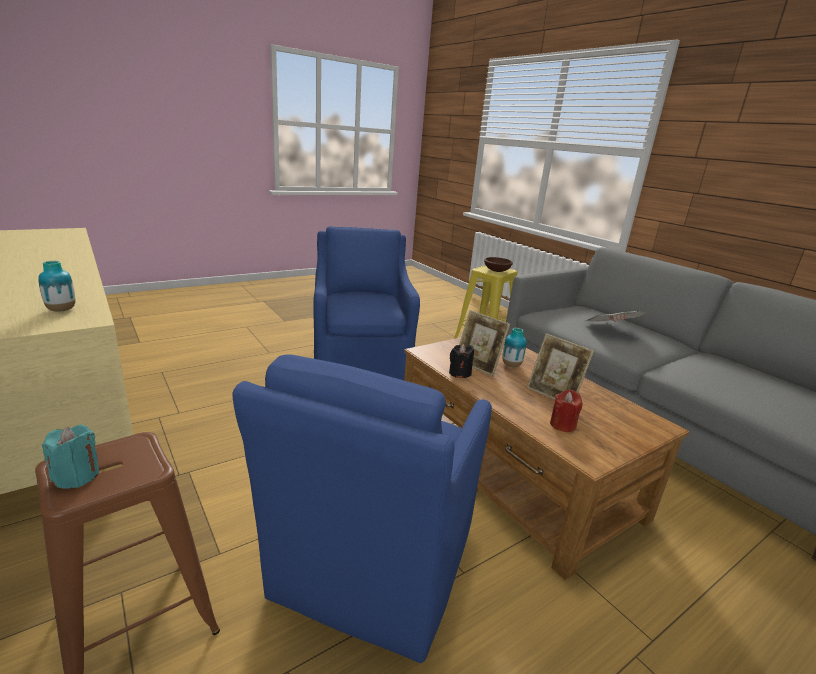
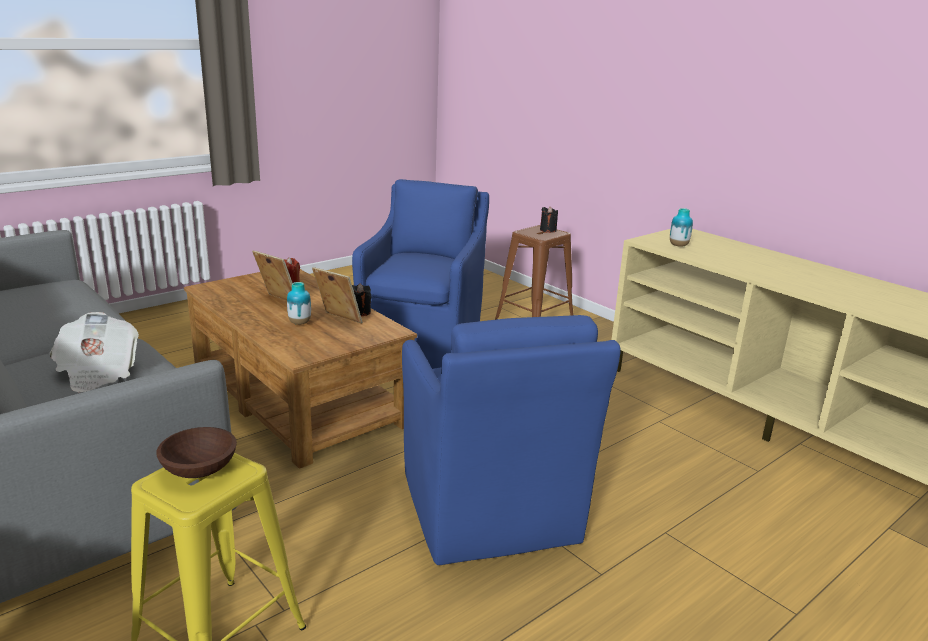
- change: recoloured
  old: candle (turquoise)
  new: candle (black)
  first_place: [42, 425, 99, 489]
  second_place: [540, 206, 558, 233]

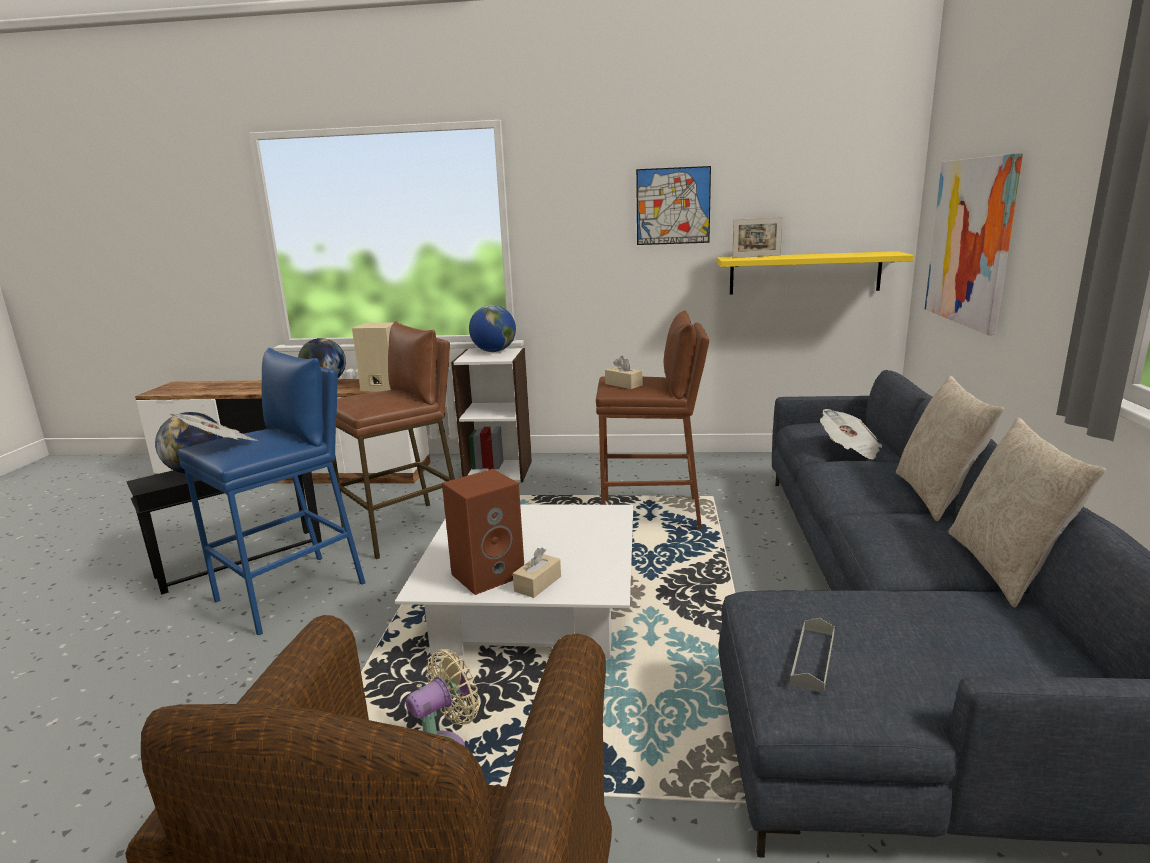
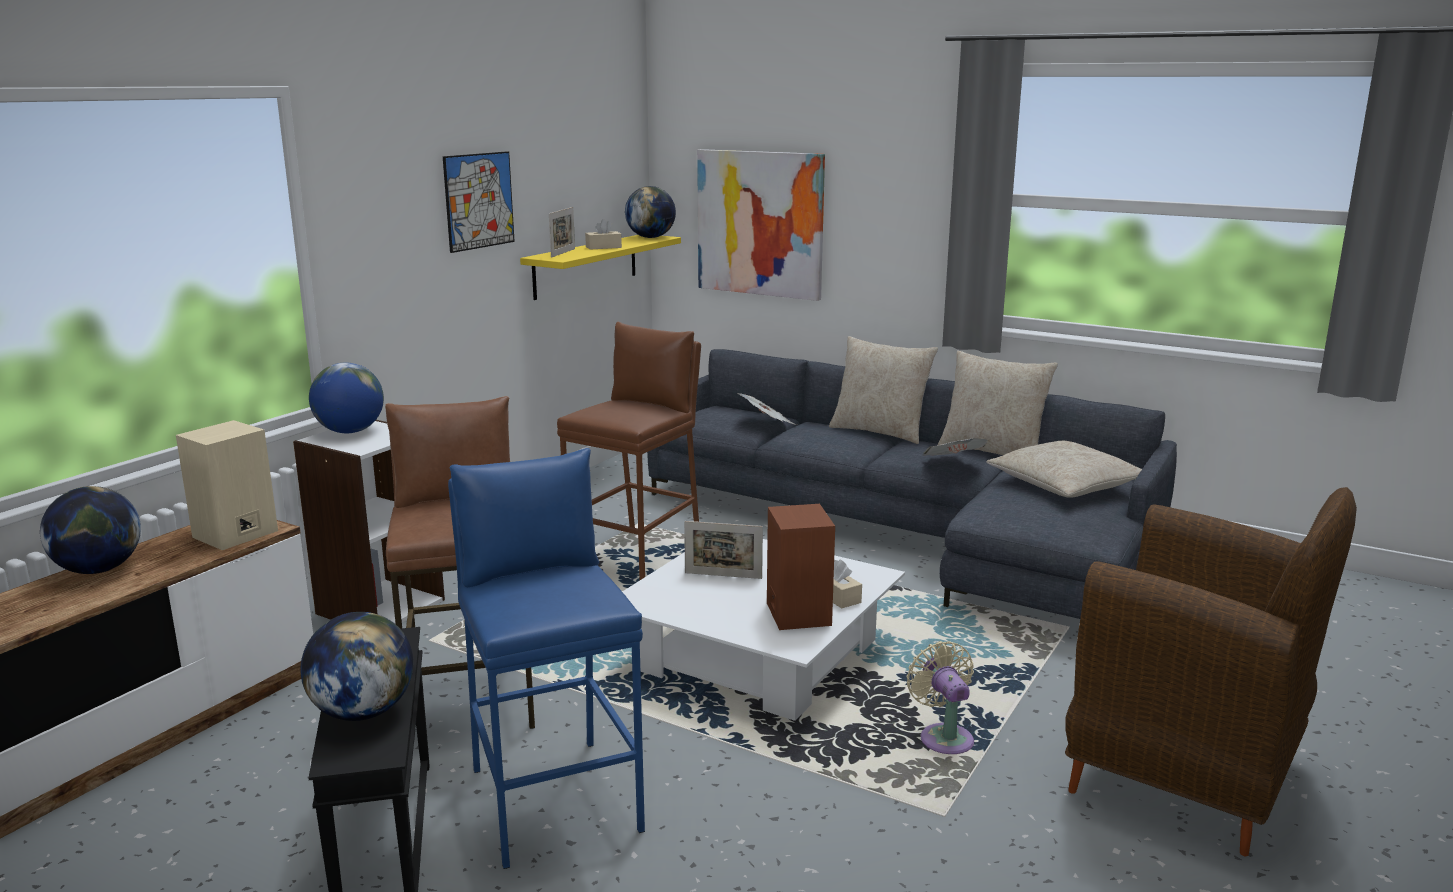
- change: moved
  old: newspaper
  first_place: [167, 413, 259, 441]
  second_place: [923, 438, 988, 456]
- change: moved
  old: tissue box (beige)
  first_place: [605, 356, 643, 389]
  second_place: [585, 219, 622, 249]
- change: removed
  old: tray (grey)
  first_place: [790, 618, 835, 693]
- change: added
  new: globe
  second_place: [625, 186, 676, 238]
- change: added
  new: picture frame
  second_place: [684, 521, 763, 579]
- change: added
  new: pillow (beige)
  second_place: [986, 441, 1142, 498]

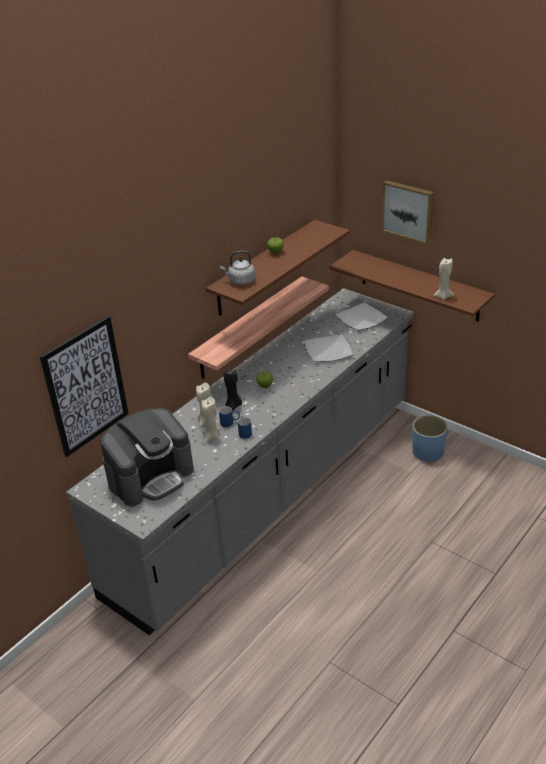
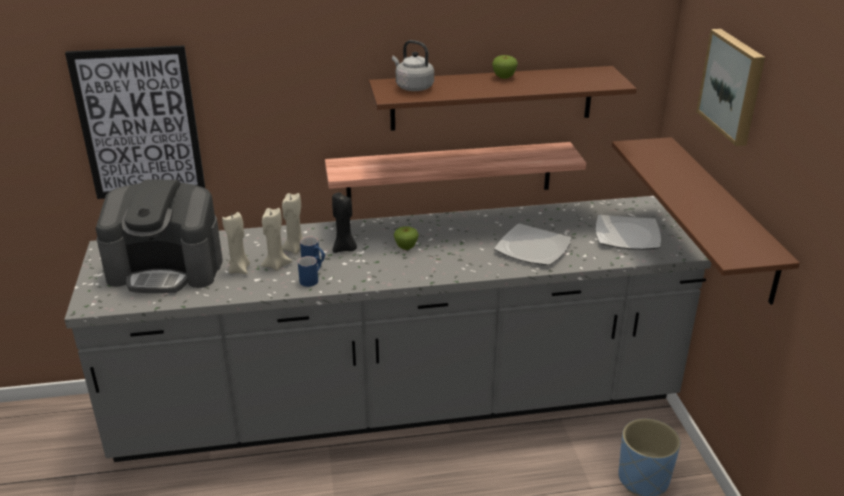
- change: moved
  old: candle (beige)
  first_place: [433, 258, 454, 300]
  second_place: [222, 212, 250, 274]

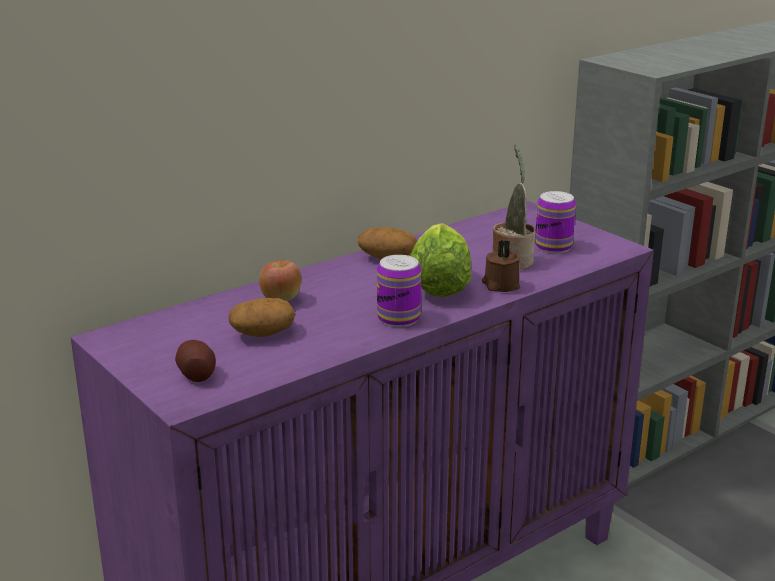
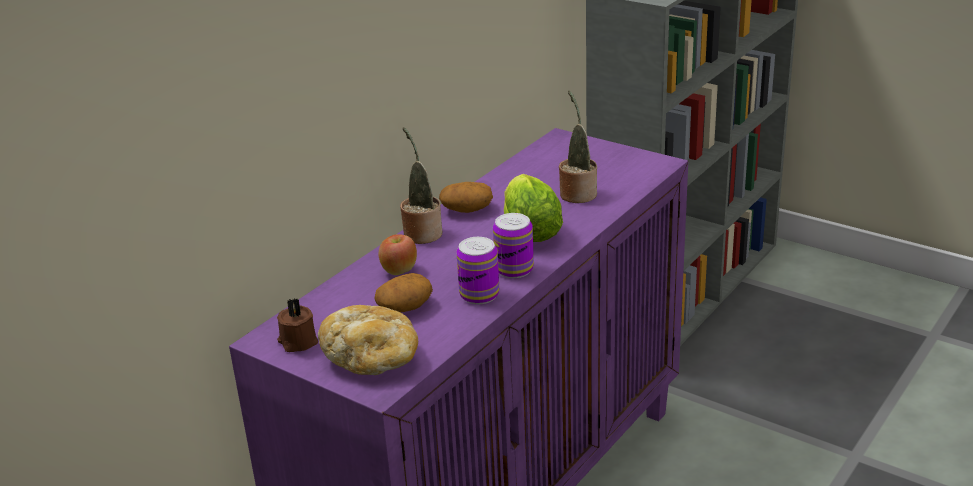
- change: replaced
  old: potato
  new: bread
  first_place: [175, 340, 216, 382]
  second_place: [318, 305, 418, 375]
- change: moved
  old: candle (brown)
  first_place: [482, 240, 520, 292]
  second_place: [277, 298, 318, 352]
- change: moved
  old: can
  first_place: [535, 191, 576, 253]
  second_place: [456, 237, 499, 304]
- change: added
  new: potted plant
  second_place: [400, 127, 443, 244]

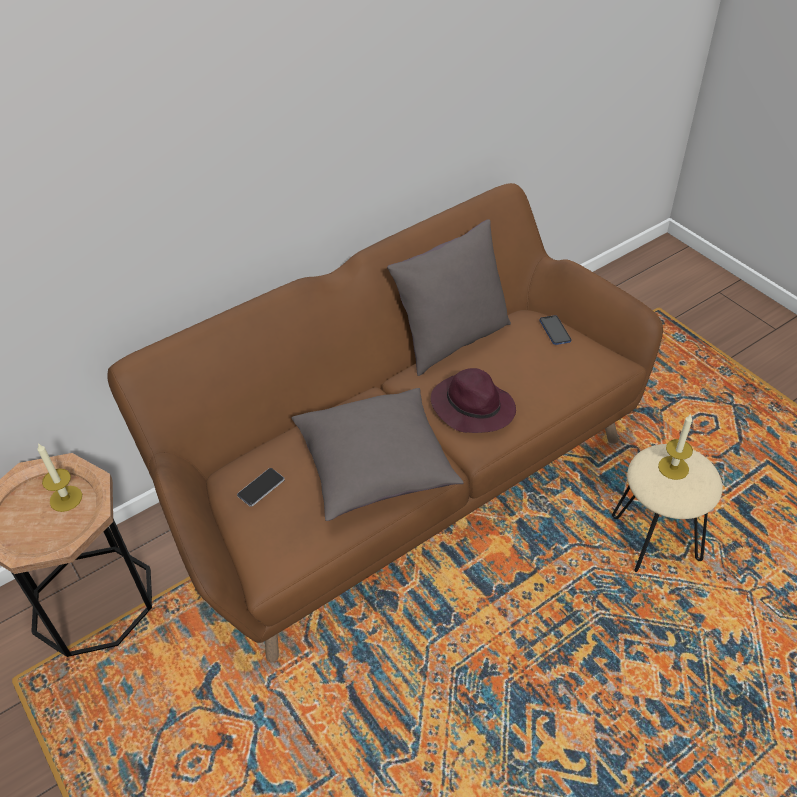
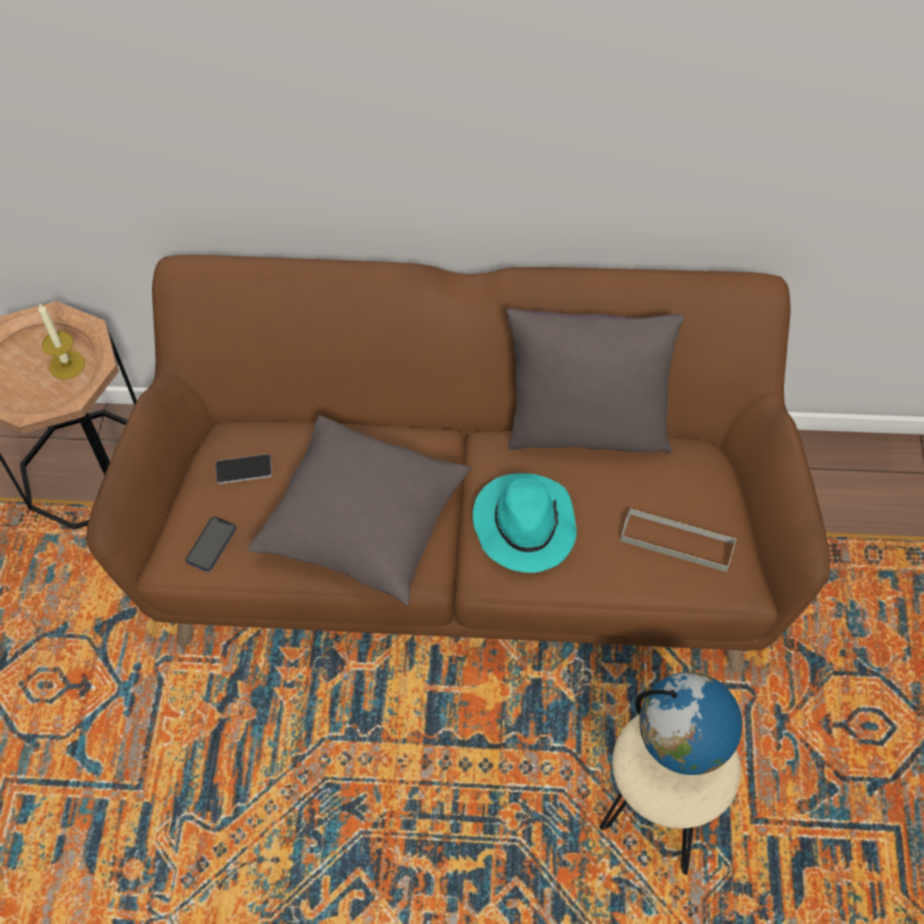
- change: recoloured
  old: hat (purple)
  new: hat (turquoise)
  first_place: [431, 368, 516, 433]
  second_place: [473, 473, 577, 573]
- change: moved
  old: phone
  first_place: [539, 315, 571, 345]
  second_place: [186, 516, 236, 572]
- change: replaced
  old: candle
  new: globe
  first_place: [658, 414, 693, 480]
  second_place: [635, 672, 742, 775]
- change: added
  new: tray (grey)
  second_place: [621, 508, 737, 572]

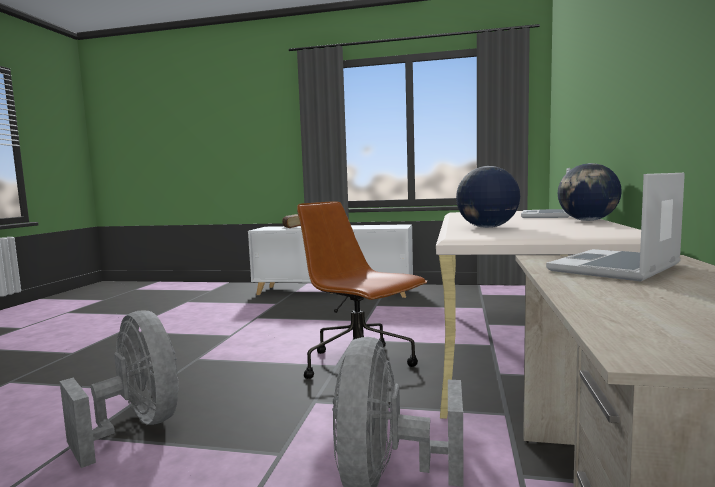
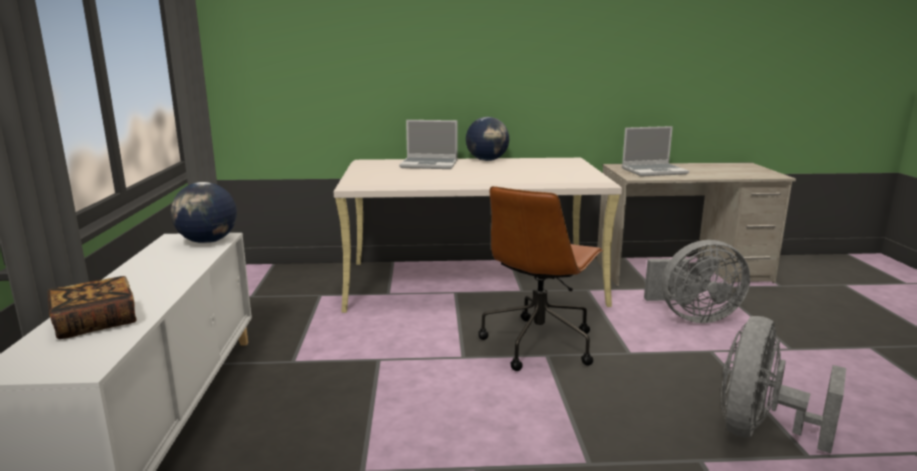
- change: moved
  old: globe
  first_place: [456, 166, 520, 228]
  second_place: [171, 182, 237, 243]
- change: turned
  old: laptop
  first_place: [546, 173, 685, 282]
  second_place: [622, 126, 689, 176]
  degrees: -45

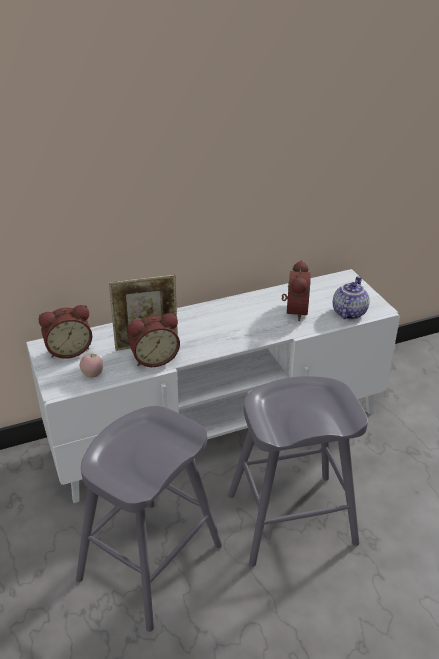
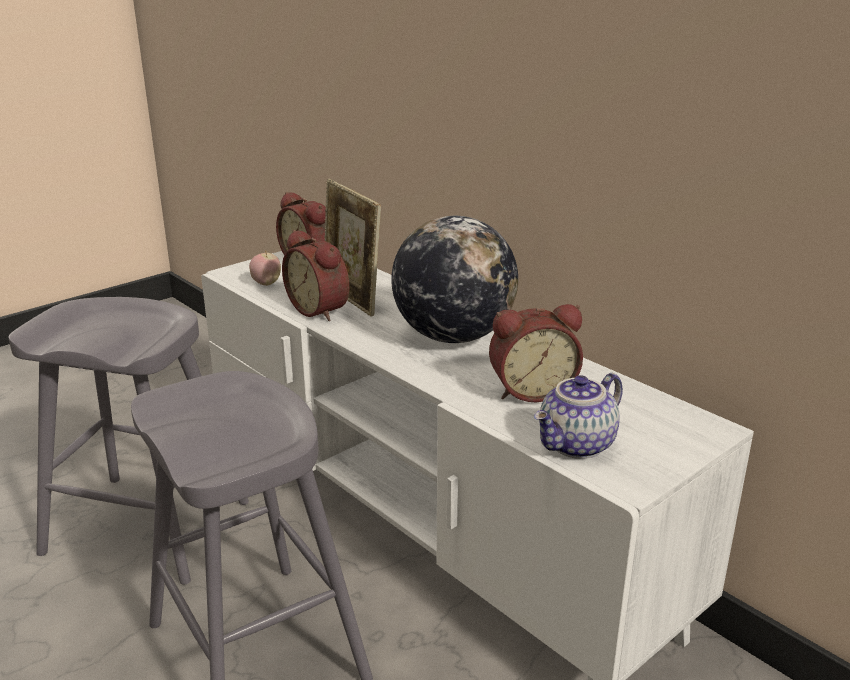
- change: turned
  old: teapot
  first_place: [333, 276, 370, 319]
  second_place: [534, 373, 623, 459]
  degrees: 135
- change: added
  new: globe
  second_place: [391, 216, 518, 343]

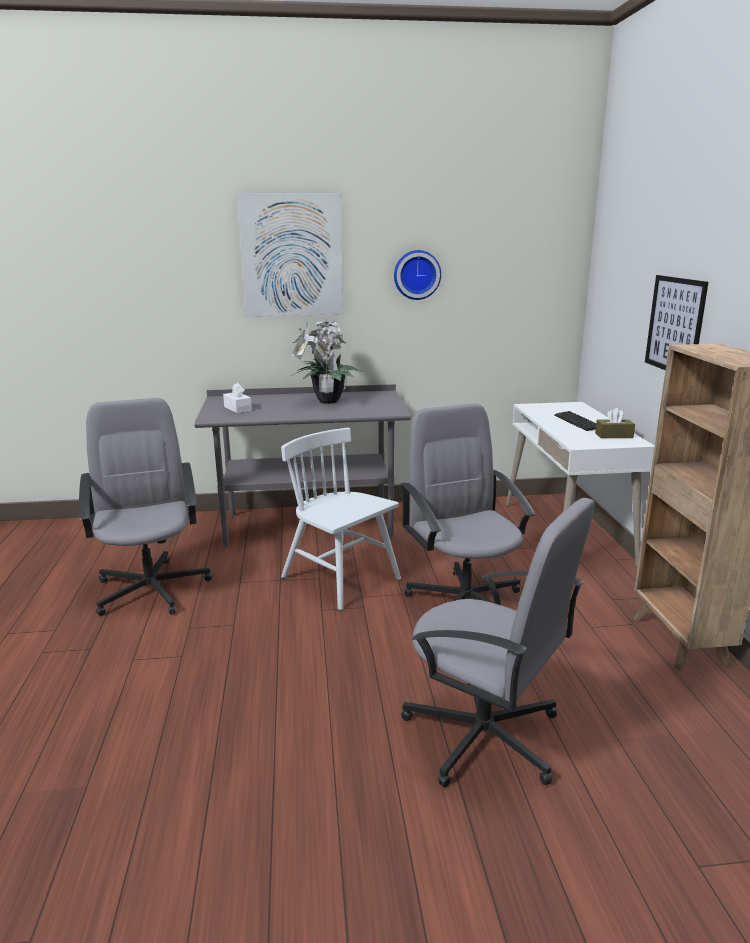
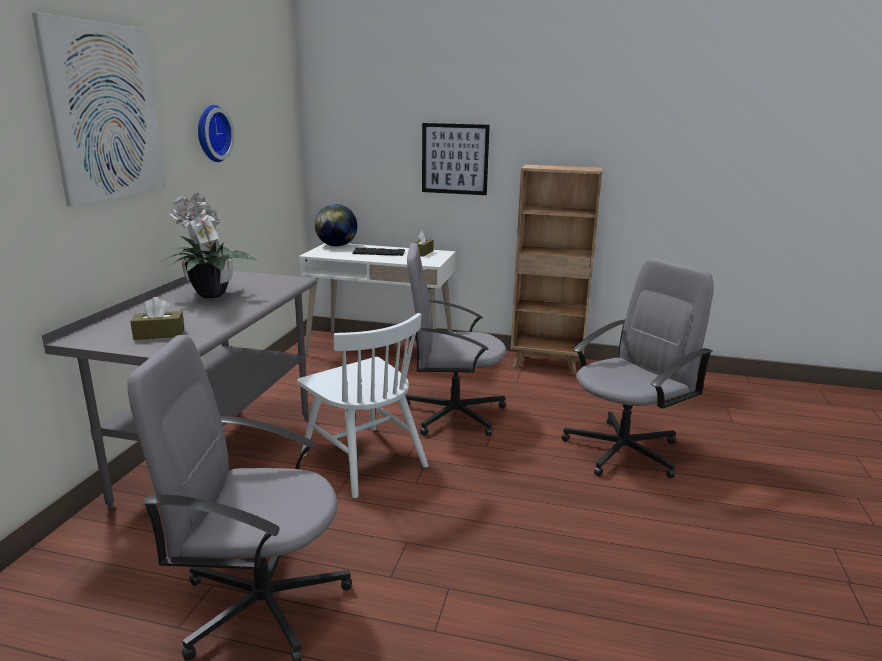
- change: recoloured
  old: tissue box (white)
  new: tissue box (brown)
  first_place: [223, 383, 252, 413]
  second_place: [130, 297, 185, 340]
- change: turned
  old: chair (white)
  first_place: [281, 428, 401, 610]
  second_place: [297, 313, 428, 498]
  degrees: -105
- change: added
  new: globe
  second_place: [315, 204, 357, 247]

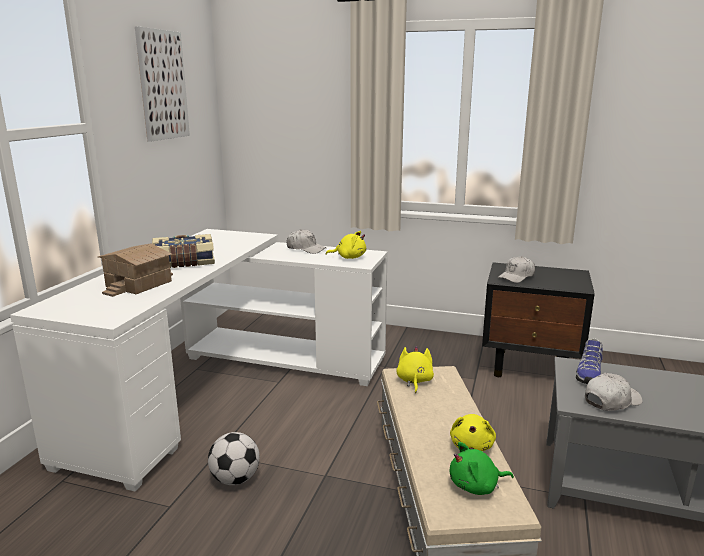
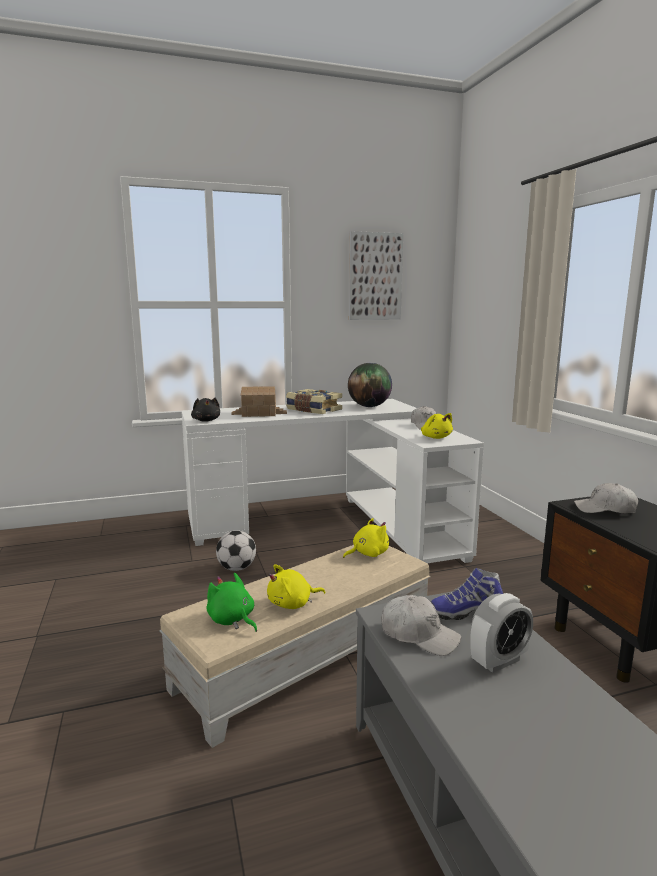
- change: added
  new: plush toy (black)
  second_place: [191, 398, 220, 422]
- change: added
  new: globe
  second_place: [348, 363, 392, 407]
- change: added
  new: alarm clock
  second_place: [470, 593, 533, 673]

